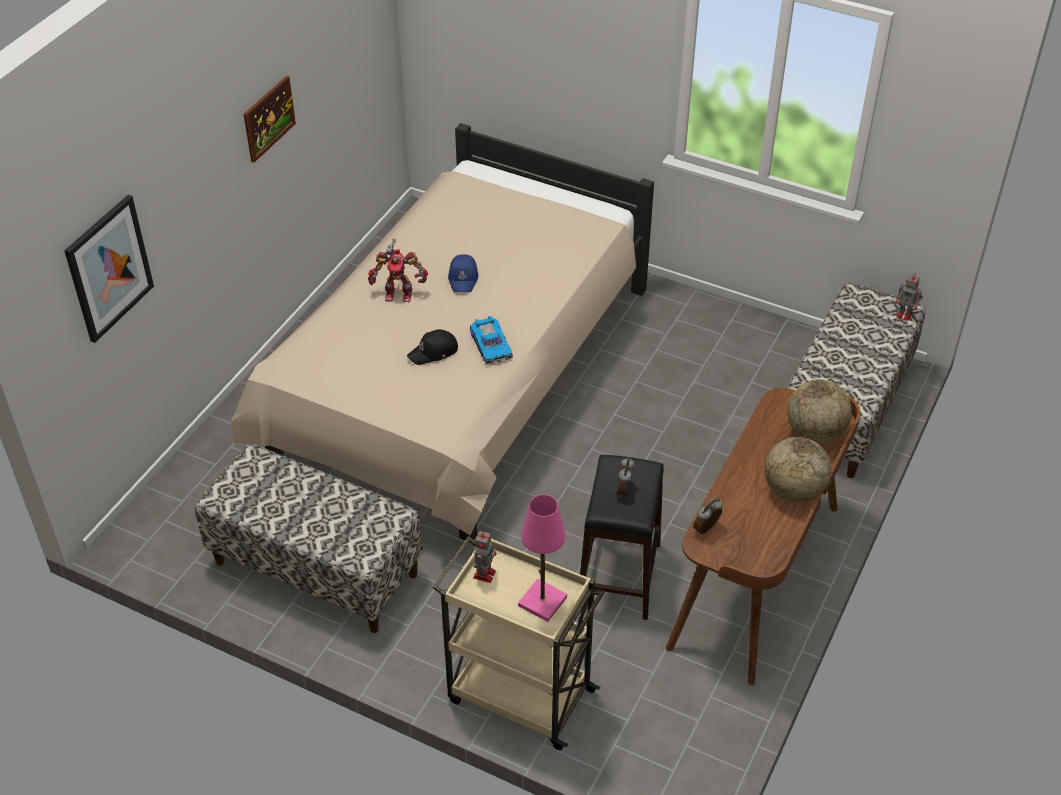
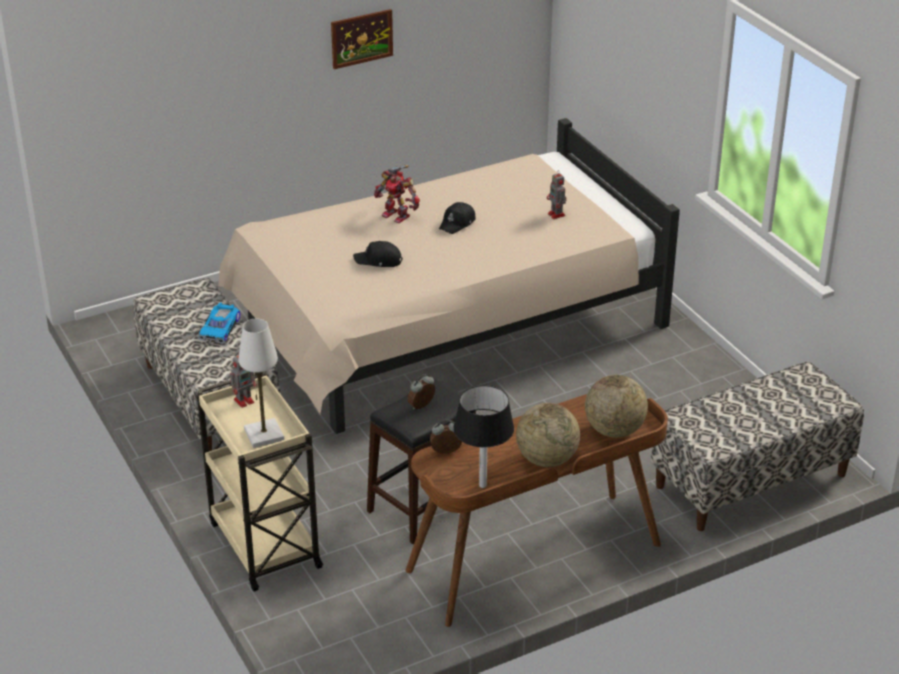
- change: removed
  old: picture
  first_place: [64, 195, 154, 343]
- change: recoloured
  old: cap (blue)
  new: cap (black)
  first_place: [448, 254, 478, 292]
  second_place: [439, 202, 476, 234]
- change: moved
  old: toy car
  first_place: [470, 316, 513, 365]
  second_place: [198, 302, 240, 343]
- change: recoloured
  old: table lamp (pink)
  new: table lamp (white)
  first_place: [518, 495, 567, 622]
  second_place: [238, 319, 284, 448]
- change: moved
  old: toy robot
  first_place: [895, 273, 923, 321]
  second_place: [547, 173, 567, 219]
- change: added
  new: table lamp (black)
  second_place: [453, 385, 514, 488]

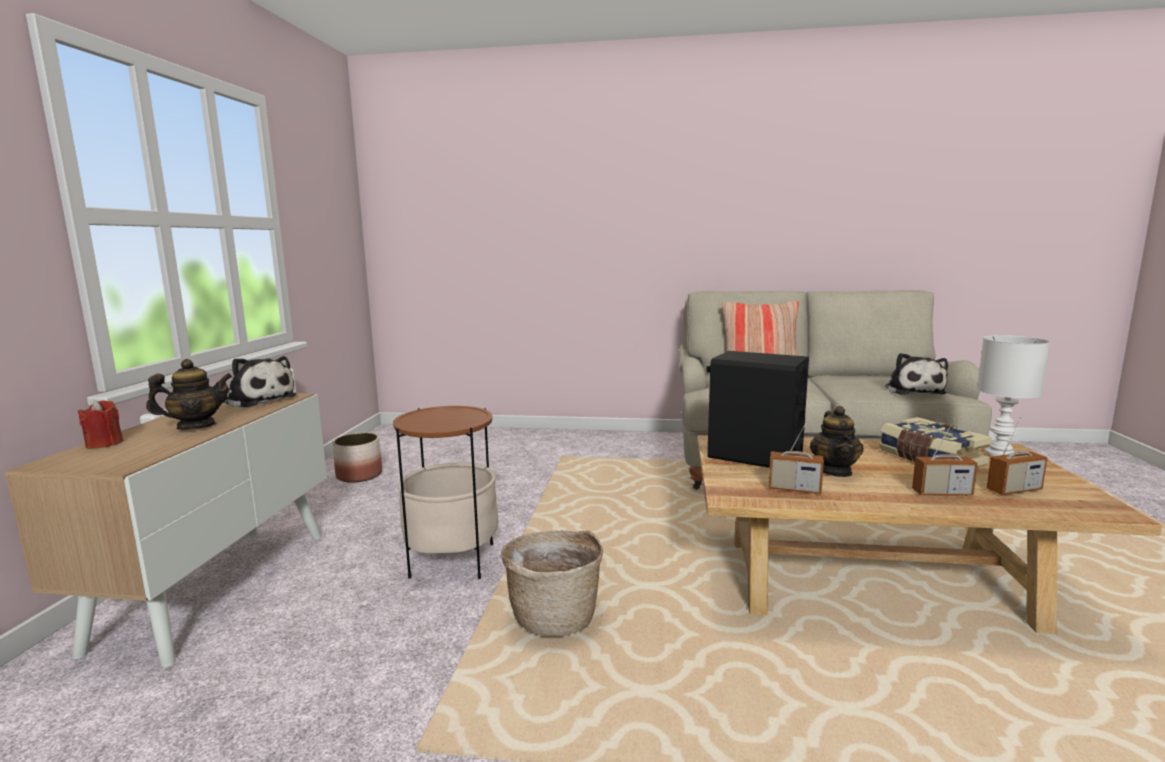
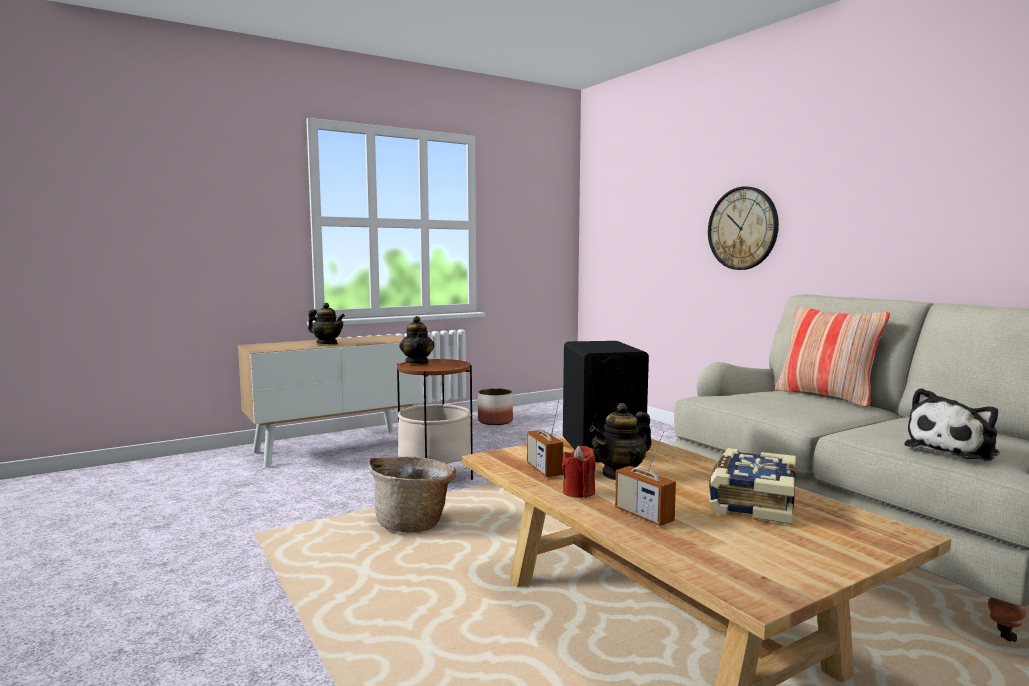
- change: moved
  old: candle (red)
  first_place: [78, 400, 123, 449]
  second_place: [562, 446, 596, 498]
- change: removed
  old: plush toy
  first_place: [225, 356, 296, 407]
- change: removed
  old: table lamp (white)
  first_place: [977, 335, 1050, 456]
- change: removed
  old: radio
  first_place: [987, 415, 1048, 495]
- change: added
  new: teapot
  second_place: [399, 316, 435, 364]
- change: added
  new: wall clock
  second_place: [708, 186, 779, 270]

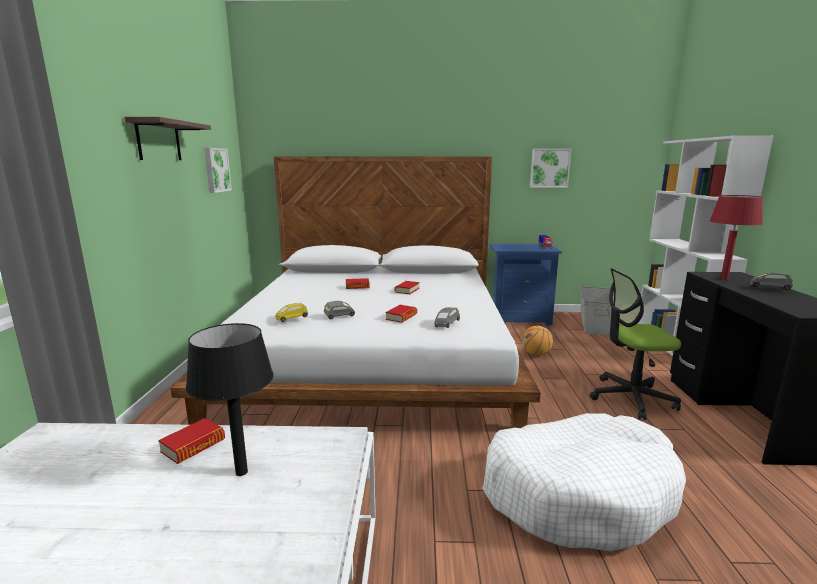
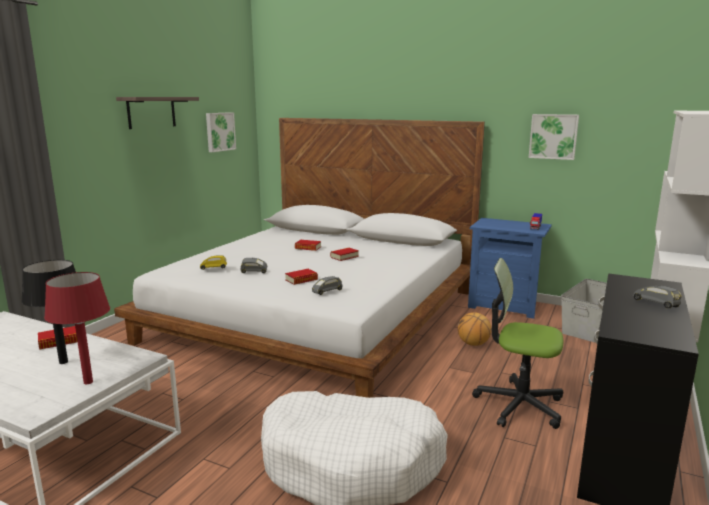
- change: moved
  old: table lamp (red)
  first_place: [710, 195, 763, 279]
  second_place: [44, 272, 110, 384]

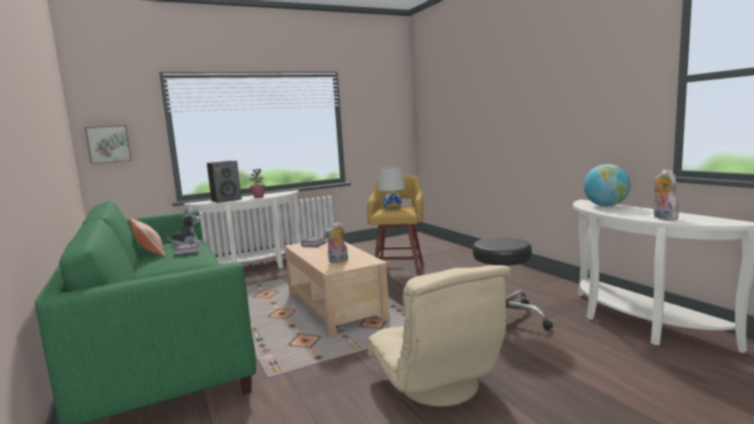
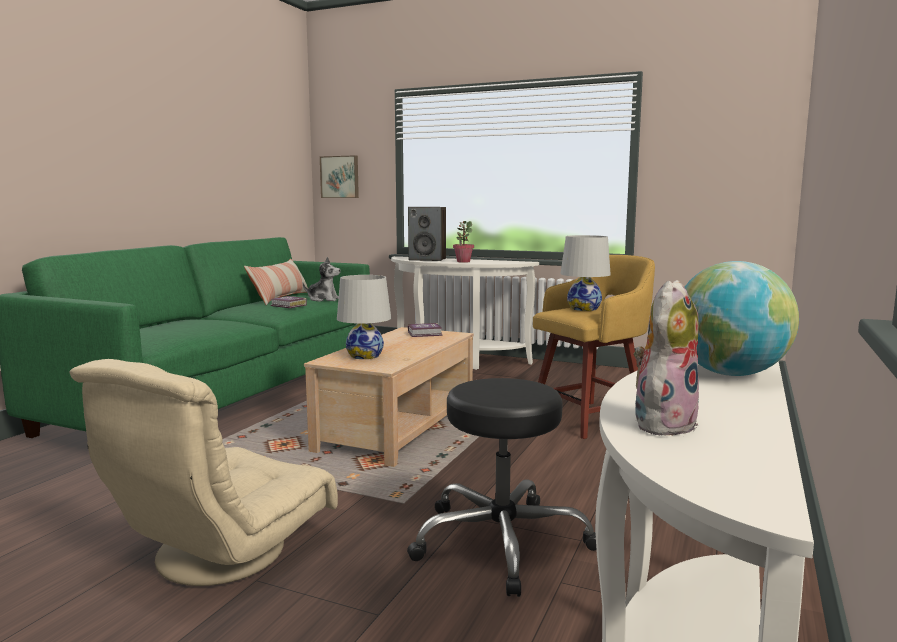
- change: replaced
  old: plush toy
  new: table lamp (white)
  first_place: [323, 222, 348, 263]
  second_place: [337, 275, 391, 359]

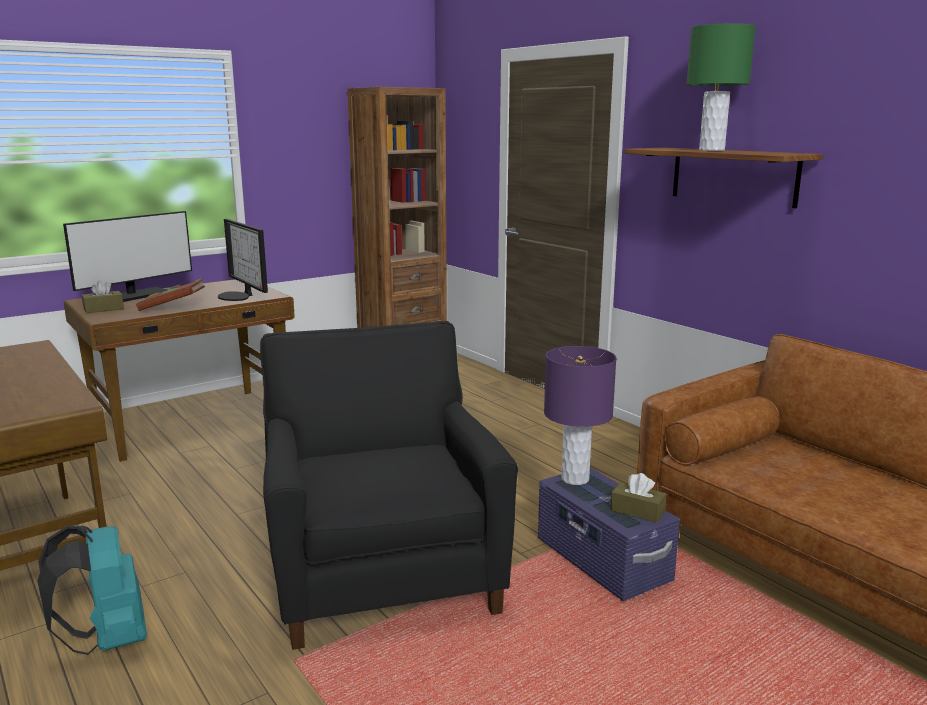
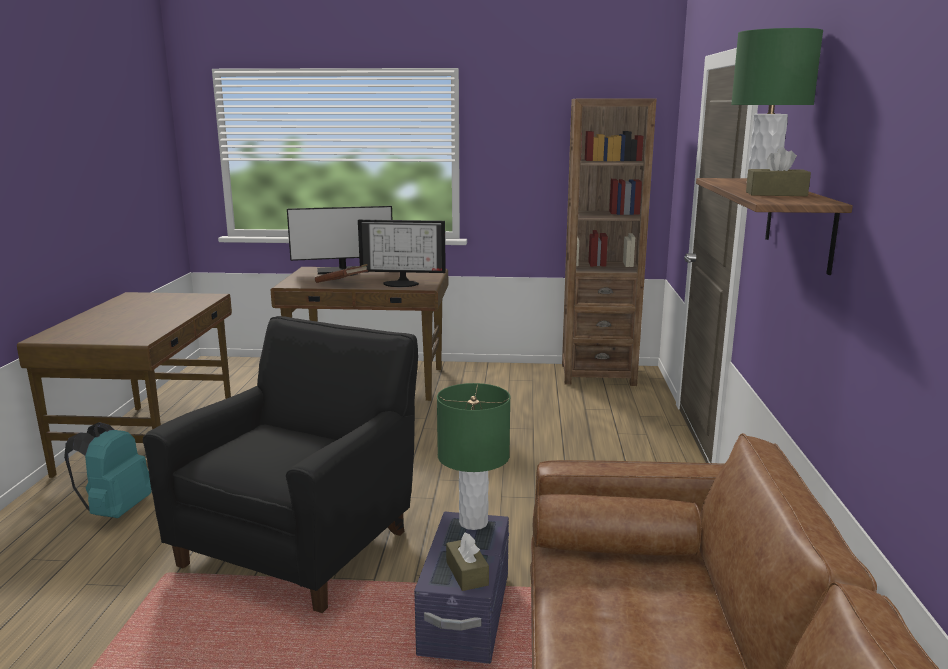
- change: moved
  old: tissue box (brown)
  first_place: [82, 280, 124, 313]
  second_place: [746, 147, 811, 196]
- change: turned
  old: monitor
  first_place: [218, 219, 268, 301]
  second_place: [358, 220, 446, 287]
  degrees: -90
- change: recoloured
  old: table lamp (purple)
  new: table lamp (green)
  first_place: [544, 346, 616, 485]
  second_place: [437, 383, 511, 530]

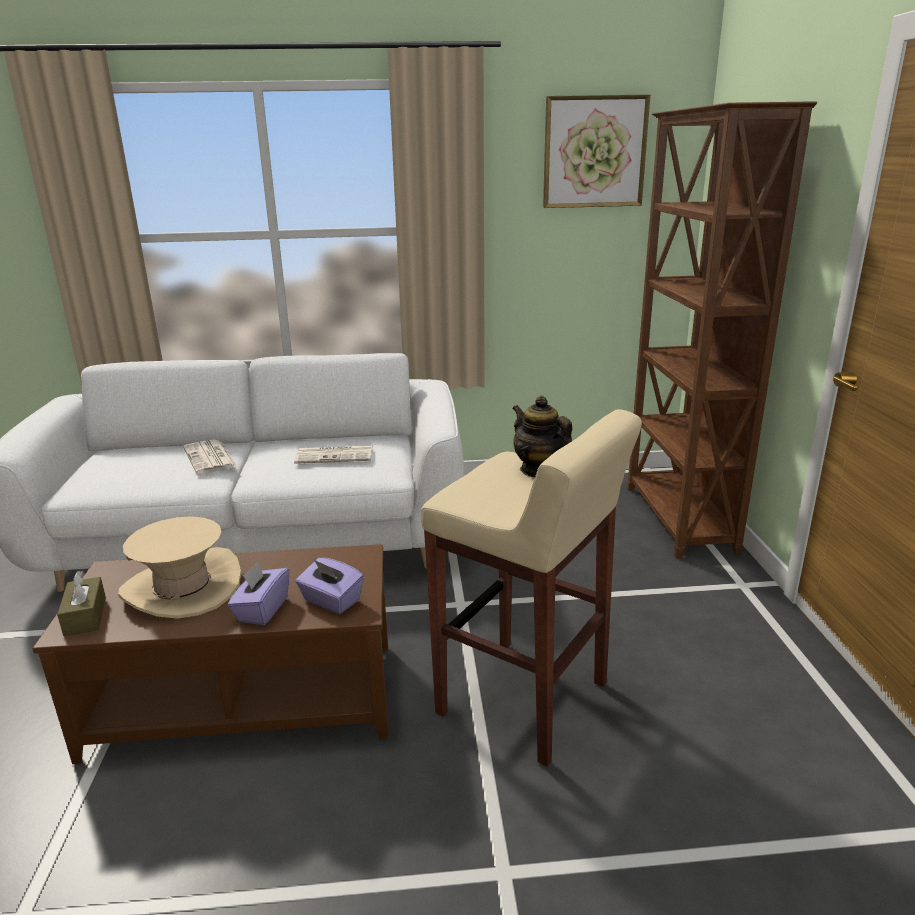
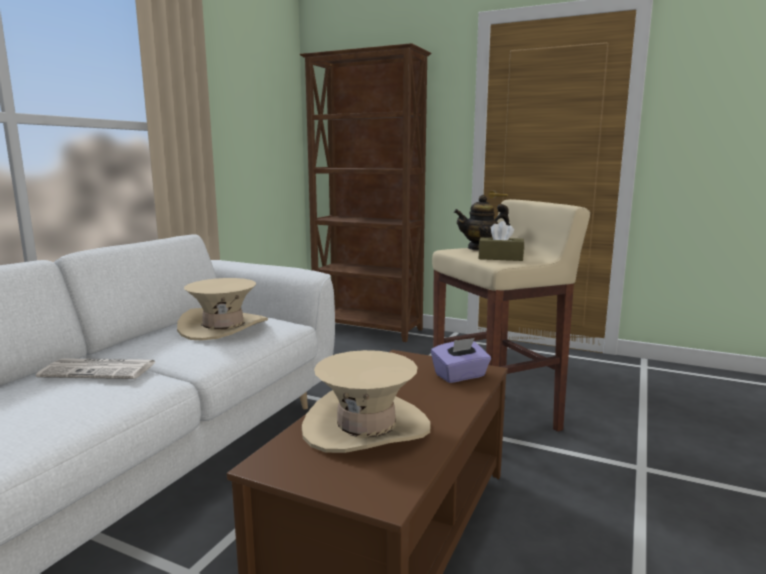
- change: moved
  old: tissue box (brown)
  first_place: [57, 571, 106, 636]
  second_place: [478, 221, 524, 261]
- change: removed
  old: tissue box (purple)
  first_place: [228, 561, 289, 625]
- change: replaced
  old: newspaper
  new: hat (beige)
  first_place: [294, 446, 373, 464]
  second_place: [177, 278, 268, 340]
- change: removed
  old: picture
  first_place: [543, 95, 650, 208]

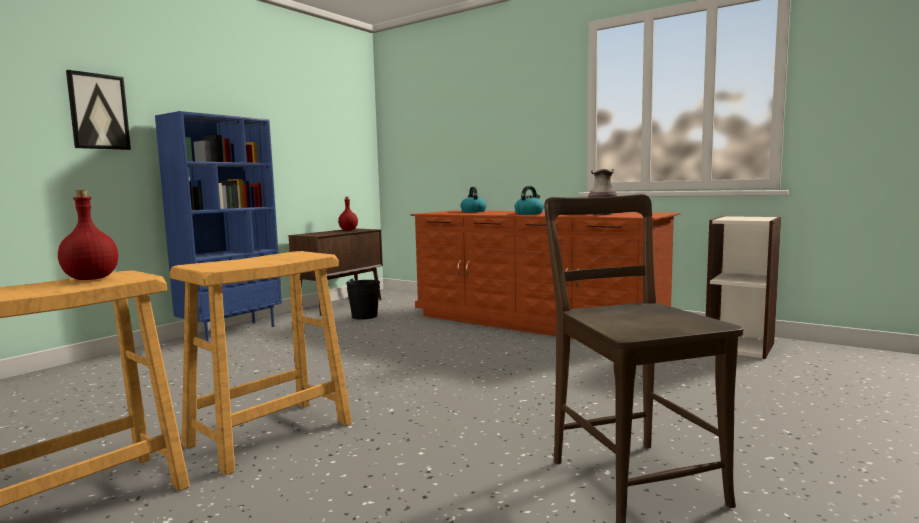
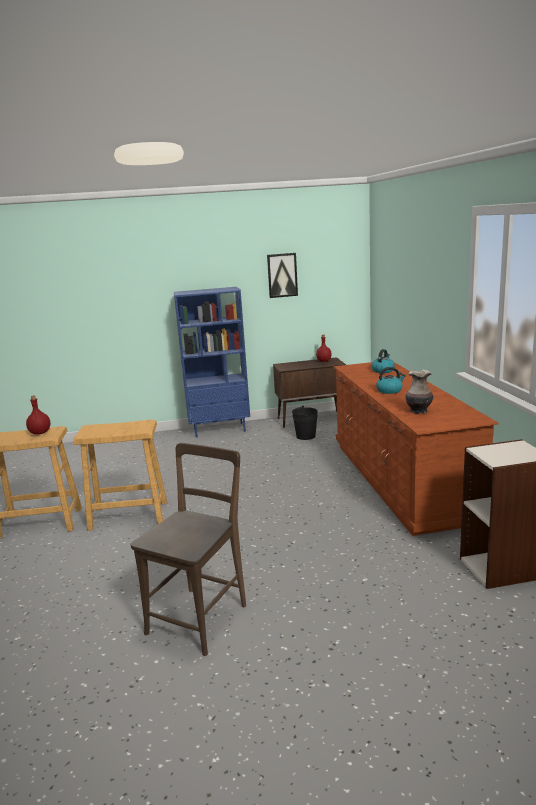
- change: moved
  old: picture
  first_place: [66, 70, 131, 150]
  second_place: [267, 253, 298, 298]

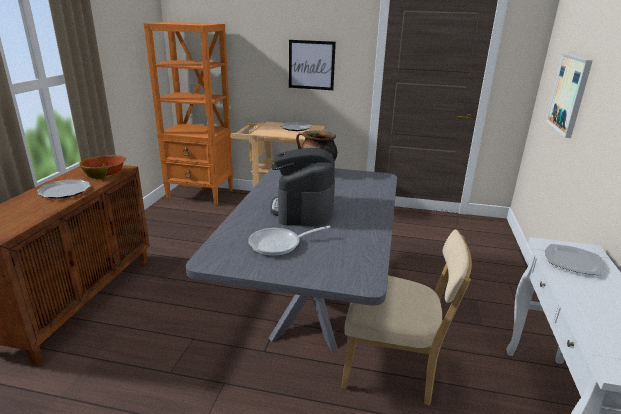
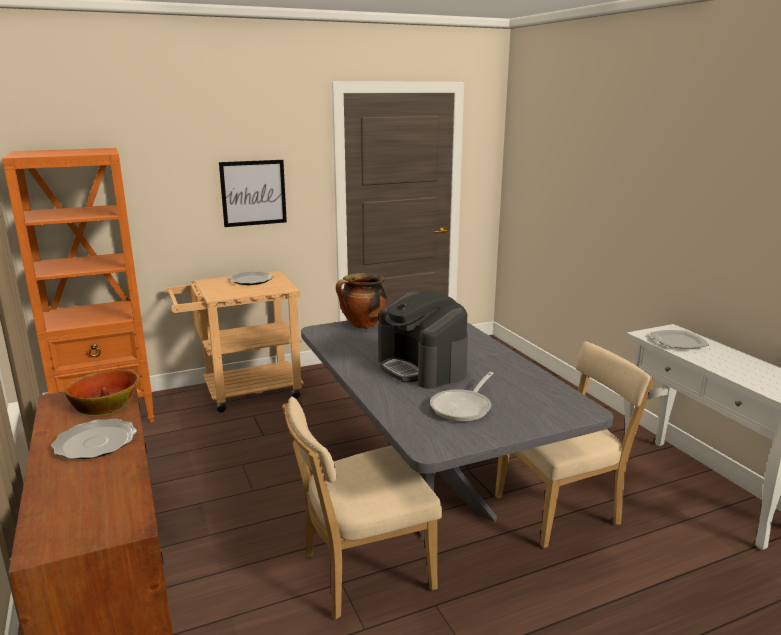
- change: removed
  old: picture
  first_place: [545, 53, 593, 138]
- change: added
  new: chair (beige)
  second_place: [282, 397, 442, 619]

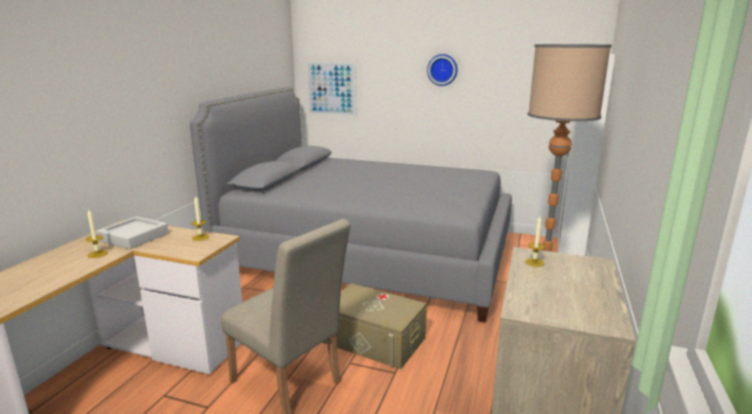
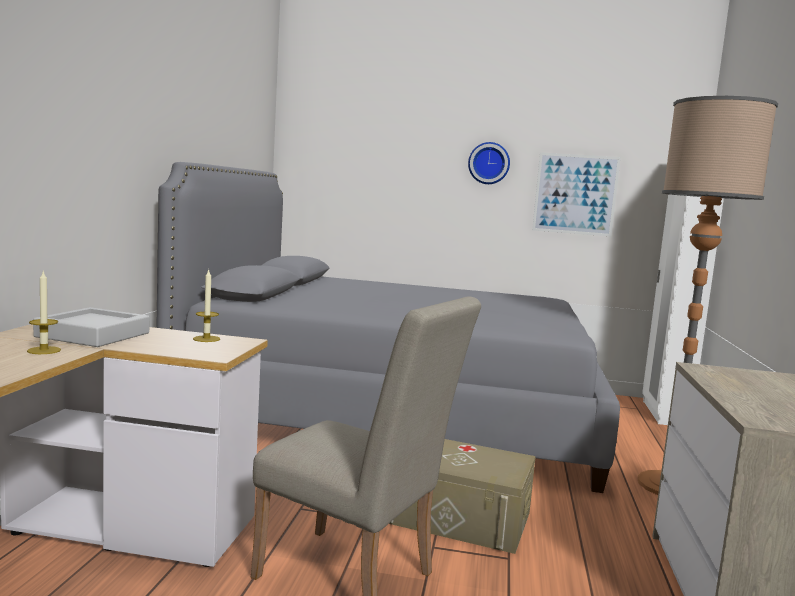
- change: moved
  old: picture
  first_place: [306, 61, 356, 116]
  second_place: [532, 152, 621, 236]
- change: removed
  old: candle
  first_place: [525, 217, 545, 267]

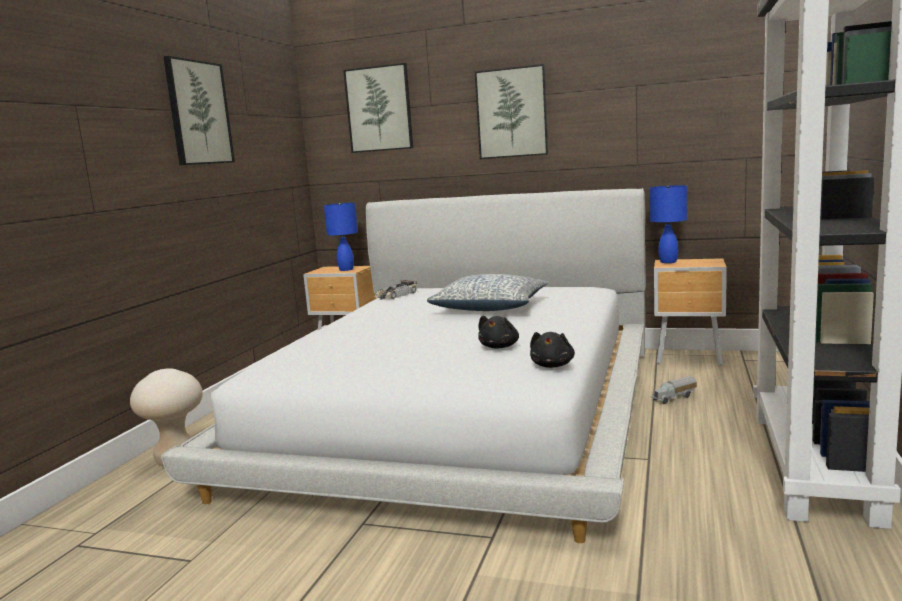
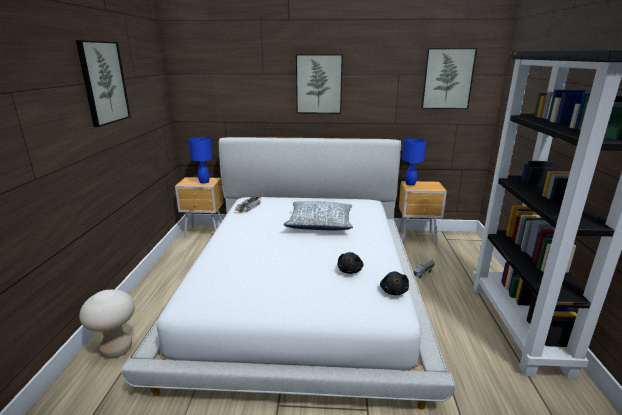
- change: moved
  old: picture
  first_place: [343, 63, 413, 153]
  second_place: [421, 48, 477, 109]

